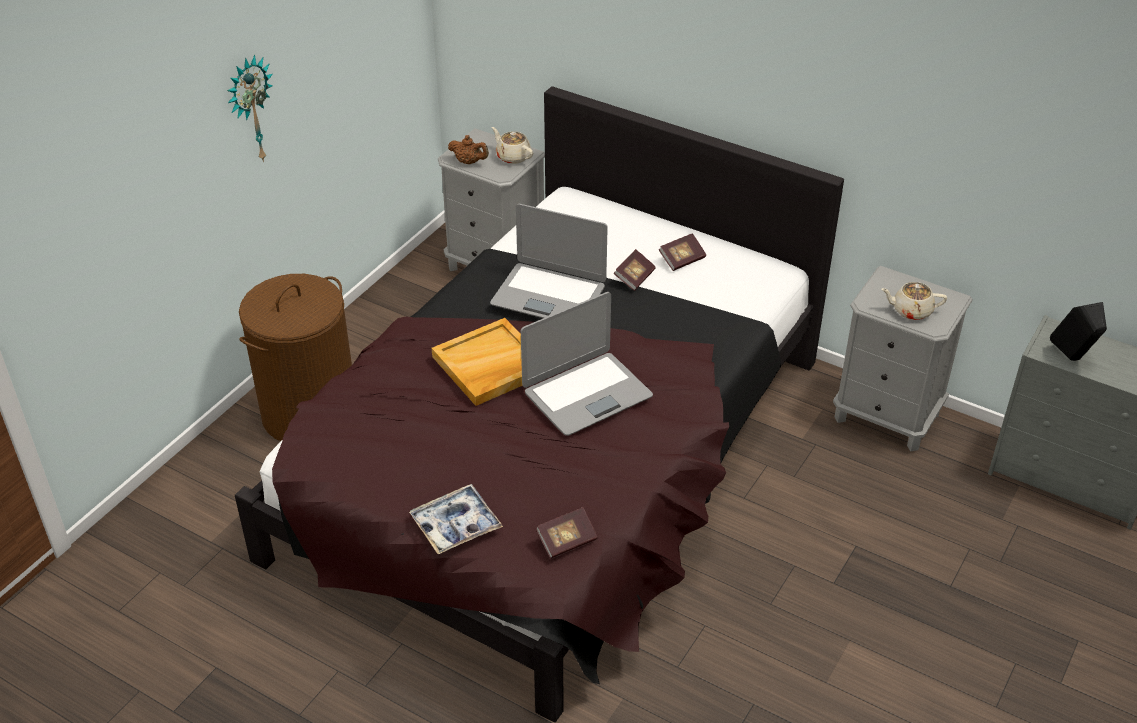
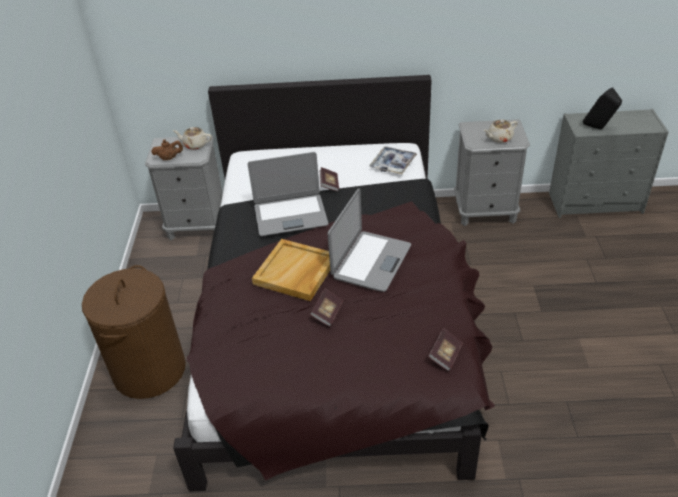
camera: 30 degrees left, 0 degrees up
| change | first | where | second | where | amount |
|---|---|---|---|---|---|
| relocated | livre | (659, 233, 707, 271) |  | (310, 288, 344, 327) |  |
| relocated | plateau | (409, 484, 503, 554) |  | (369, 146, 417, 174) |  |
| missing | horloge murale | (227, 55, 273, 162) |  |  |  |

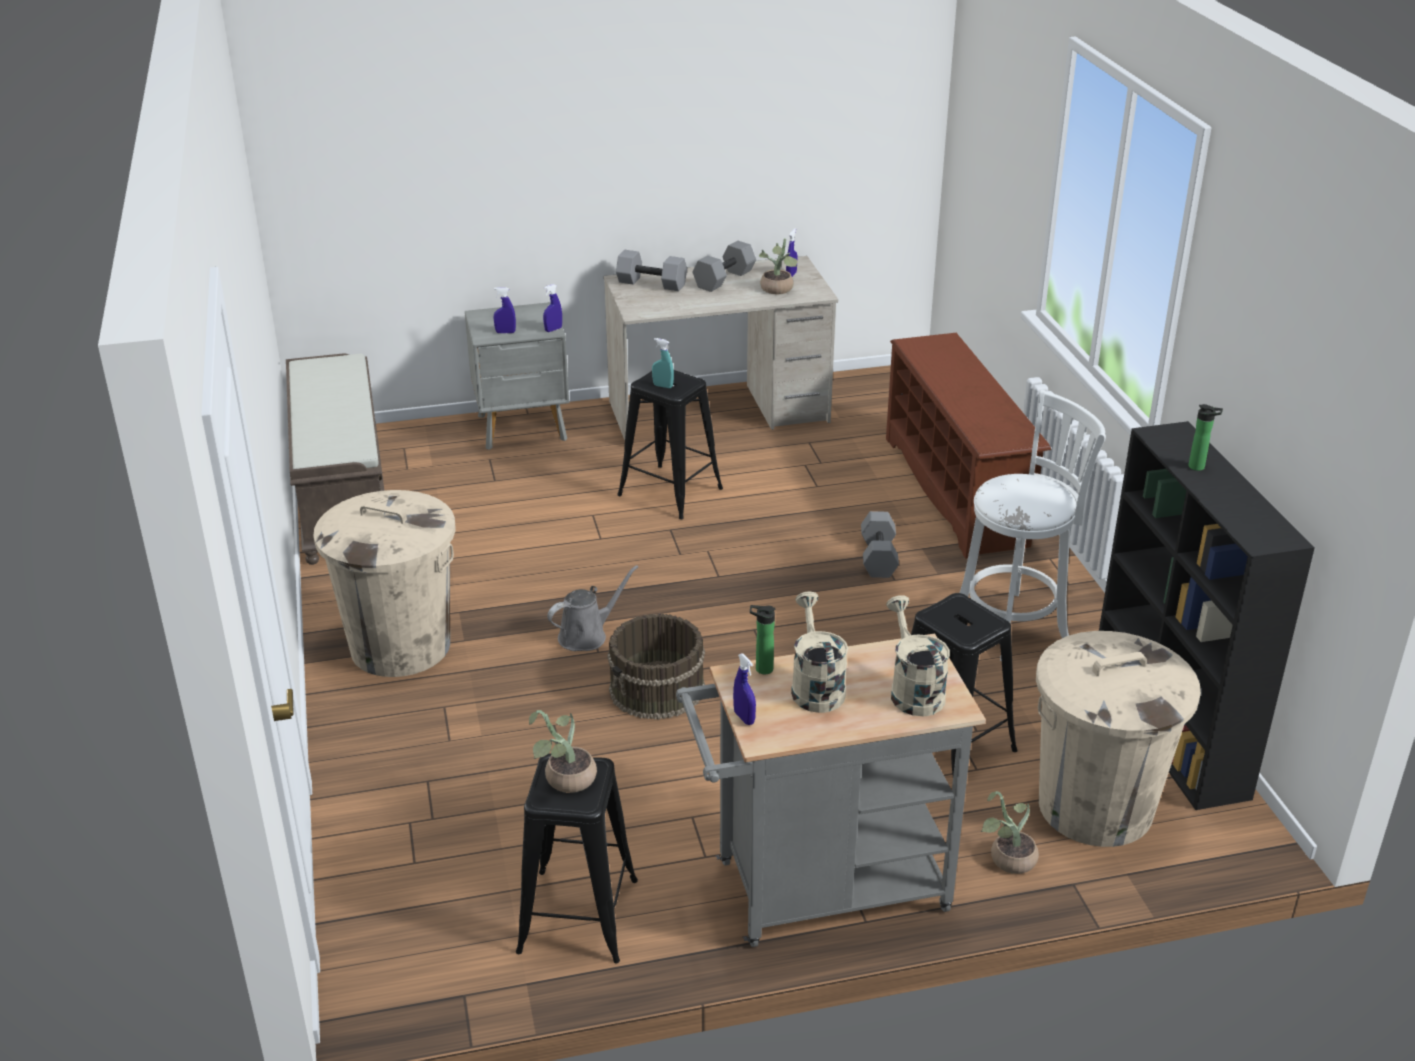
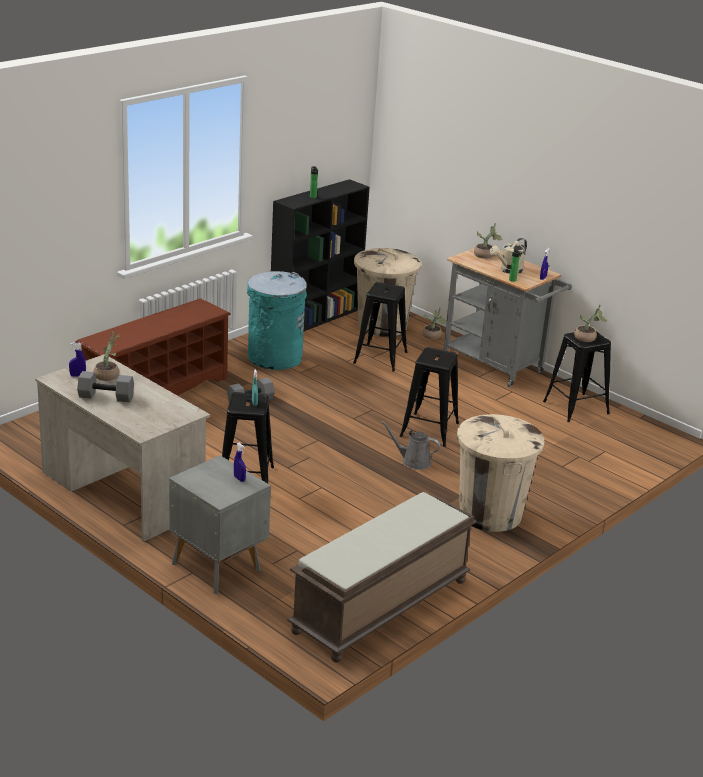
camera: 125 degrees left, 5 degrees down
| change | first | where | second | where | amount |
|---|---|---|---|---|---|
| exchanged | tabouret [blanc] | (960, 390, 1106, 661) | poubelle [turquoise] | (247, 271, 307, 370) |  |
| exchanged | seau [marron] | (607, 614, 705, 720) | tabouret [noir] | (400, 347, 459, 447) |  |
| exchanged | arrosoir [beige] | (886, 595, 950, 716) | plante en pot | (474, 223, 502, 259) |  |
| missing | vaporisateur [bleu] | (543, 284, 562, 332) |  |  |  |
| missing | haltère [gris] | (616, 250, 687, 291) |  |  |  |

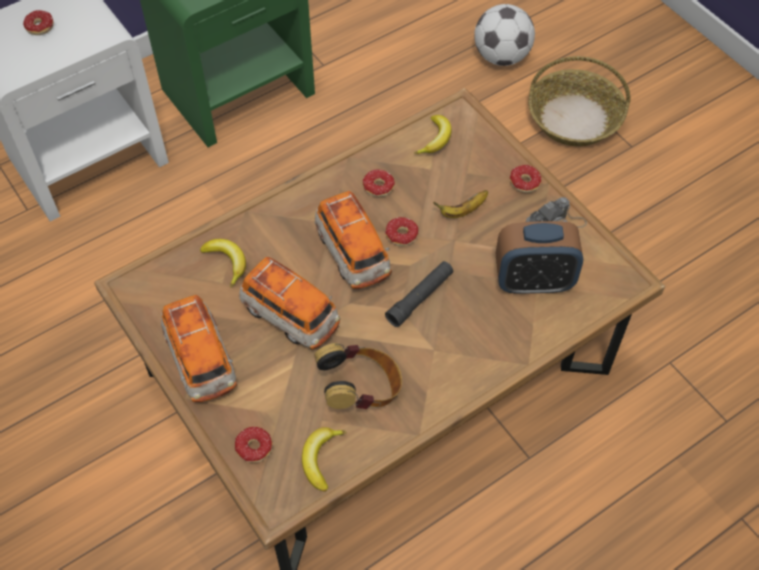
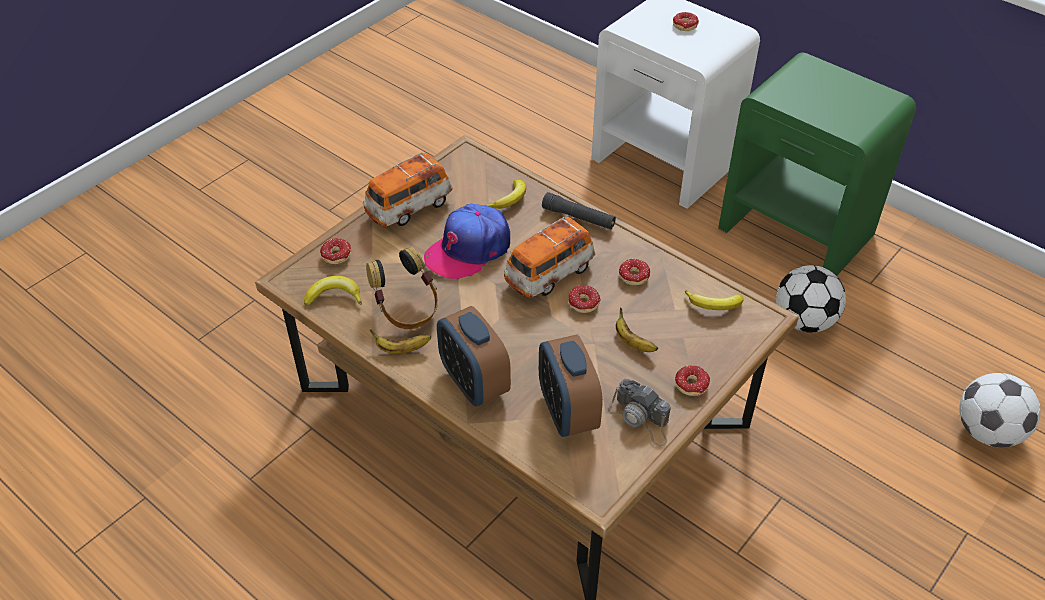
camera: 75 degrees right, 10 degrees down
| change | first | where | second | where | amount |
|---|---|---|---|---|---|
| appeared |  |  | banane | (370, 329, 431, 354) |  |
| exchanged | petite voiture | (239, 257, 340, 350) | casquette | (424, 204, 510, 281) |  |
| appeared |  |  | réveil | (437, 306, 511, 406) |  |
| relocated | lampe de poche [noir] | (385, 261, 454, 327) |  | (542, 192, 616, 229) |  |
| appeared |  |  | ballon de foot | (776, 265, 846, 333) |  |
| missing | panier | (528, 56, 630, 146) |  |  |  |

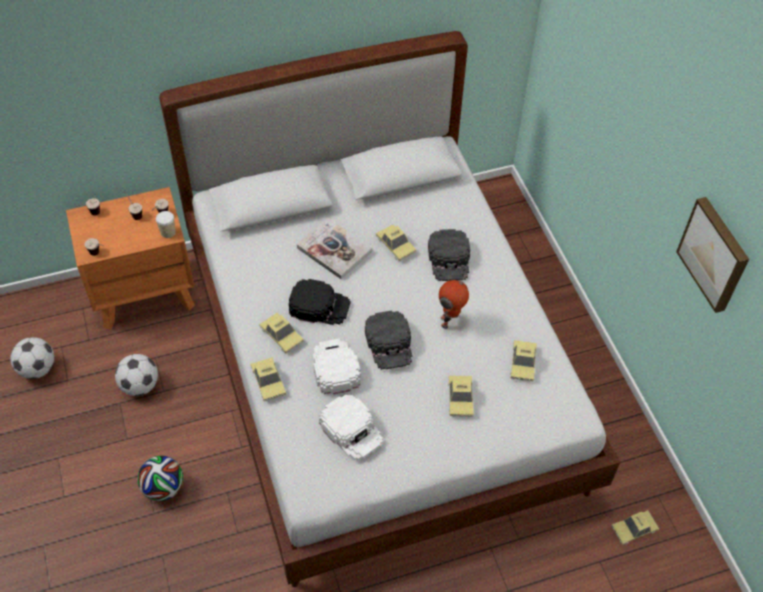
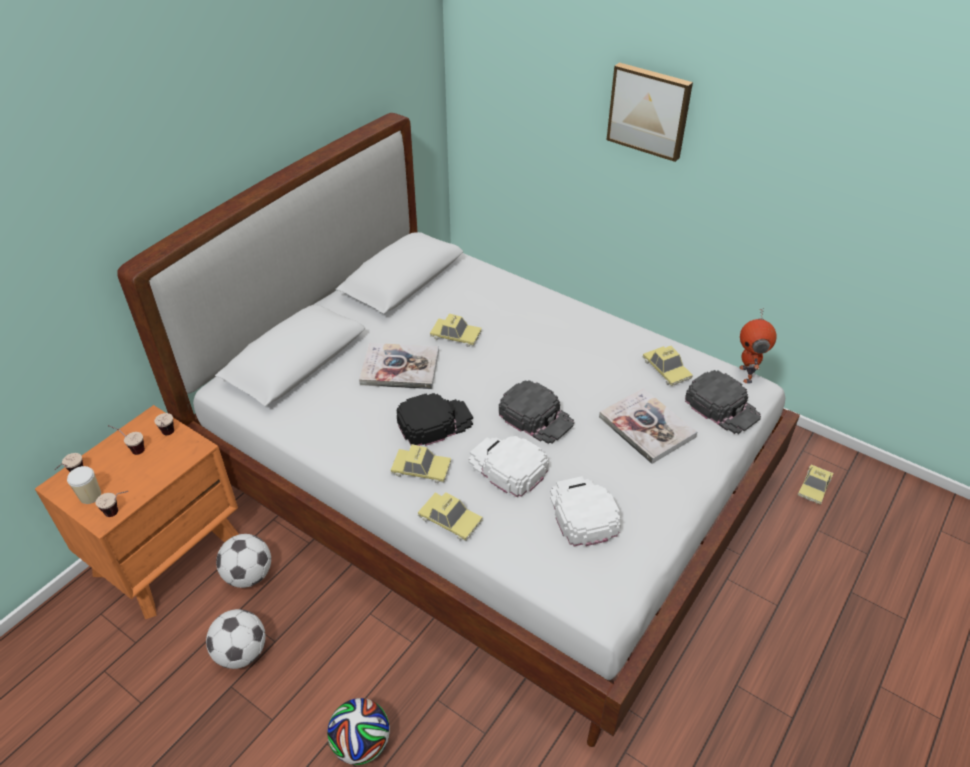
camera: 35 degrees left, 10 degrees down
| change | first | where | second | where | amount |
|---|---|---|---|---|---|
| relocated | tasse | (156, 211, 176, 238) |  | (67, 466, 101, 504) |  |
| relocated | ballon de foot | (10, 337, 54, 379) |  | (216, 534, 271, 588) |  |
| spun | casquette [blanc] | (319, 395, 383, 460) |  | (550, 476, 621, 546) | 120 degrees counterclockwise |
| exchanged | petite voiture | (448, 375, 474, 417) | livre | (599, 388, 697, 464) |  |
| relocated | tableau | (676, 197, 749, 313) |  | (607, 62, 693, 162) |  |
| relocated | casquette [noir] | (428, 229, 470, 281) |  | (685, 370, 761, 434) |  |
| relocated | robot jouet | (439, 275, 469, 329) |  | (739, 308, 777, 384) |  |

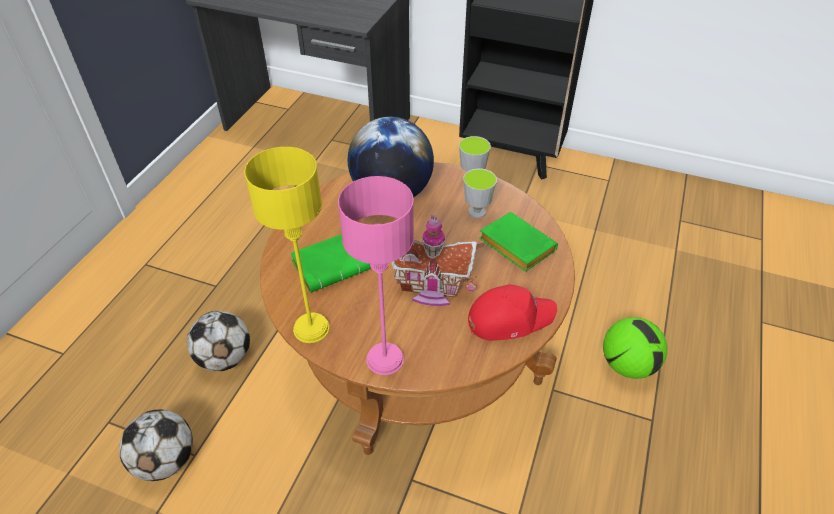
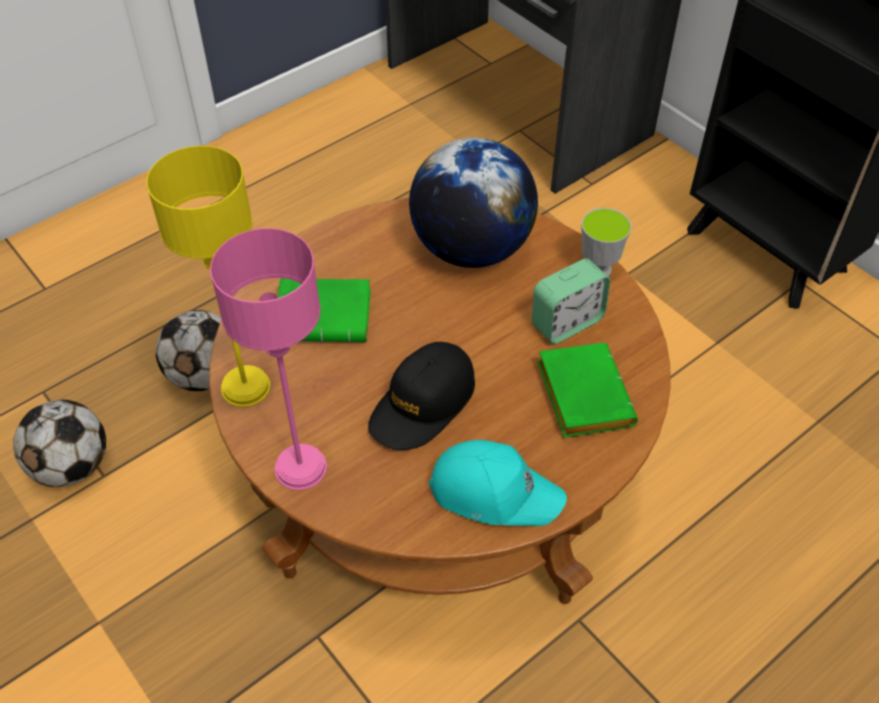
camera: 30 degrees right, 5 degrees up
| change | first | where | second | where | amount |
|---|---|---|---|---|---|
| exchanged | maison miniature | (391, 214, 484, 306) | casquette [noir] | (368, 342, 475, 450) |  |
| colour | casquette [rouge] | (468, 284, 557, 341) | casquette [turquoise] | (428, 440, 567, 526) |  |
| exchanged | tasse | (463, 168, 497, 218) | réveil | (532, 258, 610, 344) |  |
| missing | ballon de foot | (603, 317, 667, 379) |  |  |  |

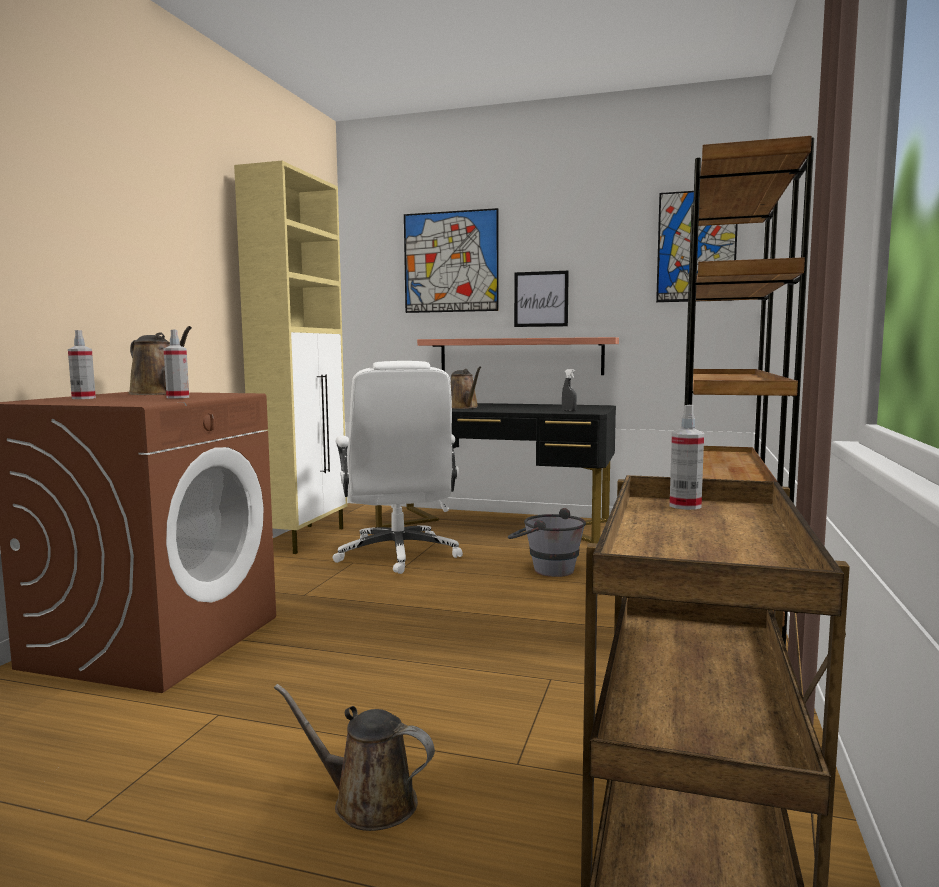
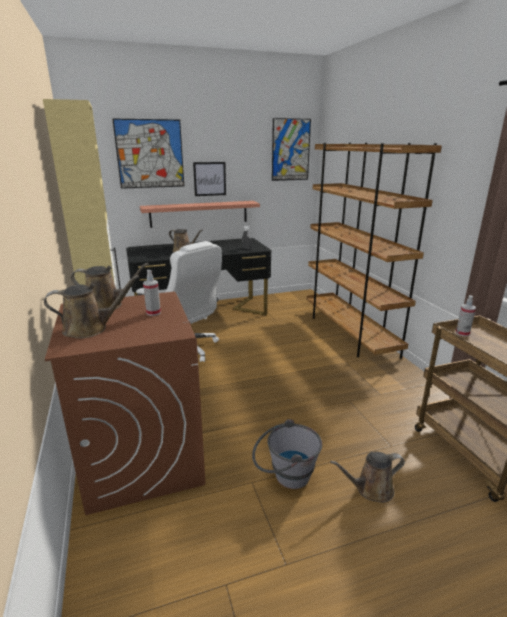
camera: 35 degrees left, 15 degrees up
| change | first | where | second | where | amount |
|---|---|---|---|---|---|
| exchanged | vaporisateur | (68, 330, 96, 399) | arrosoir [marron] | (44, 275, 139, 339) |  |
| relocated | seau [gris] | (508, 508, 586, 577) |  | (252, 419, 322, 489) |  |

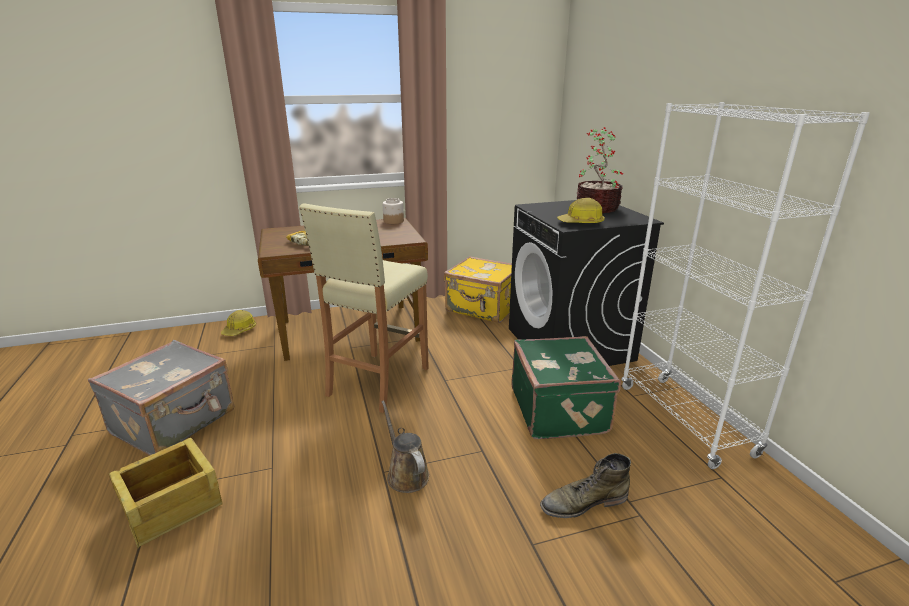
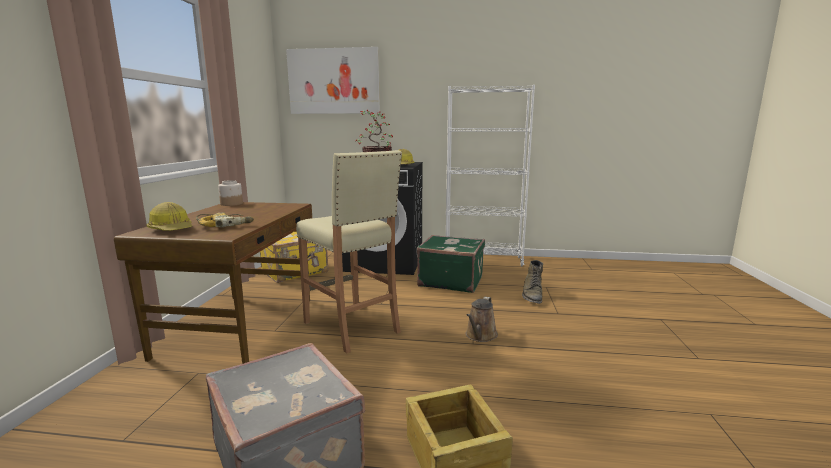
camera: 65 degrees left, 10 degrees down
| change | first | where | second | where | amount |
|---|---|---|---|---|---|
| relocated | casque de chantier | (221, 310, 256, 336) |  | (146, 202, 192, 231) |  |
| appeared |  |  | tableau | (286, 47, 380, 114) |  |
| spun | arrosoir [marron] | (382, 400, 429, 493) |  | (465, 297, 498, 342) | 60 degrees counterclockwise |

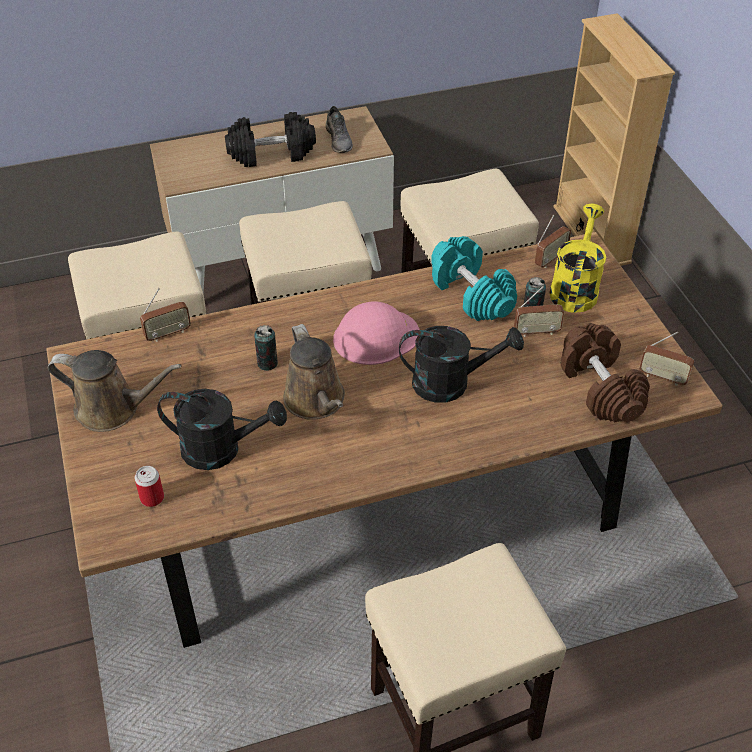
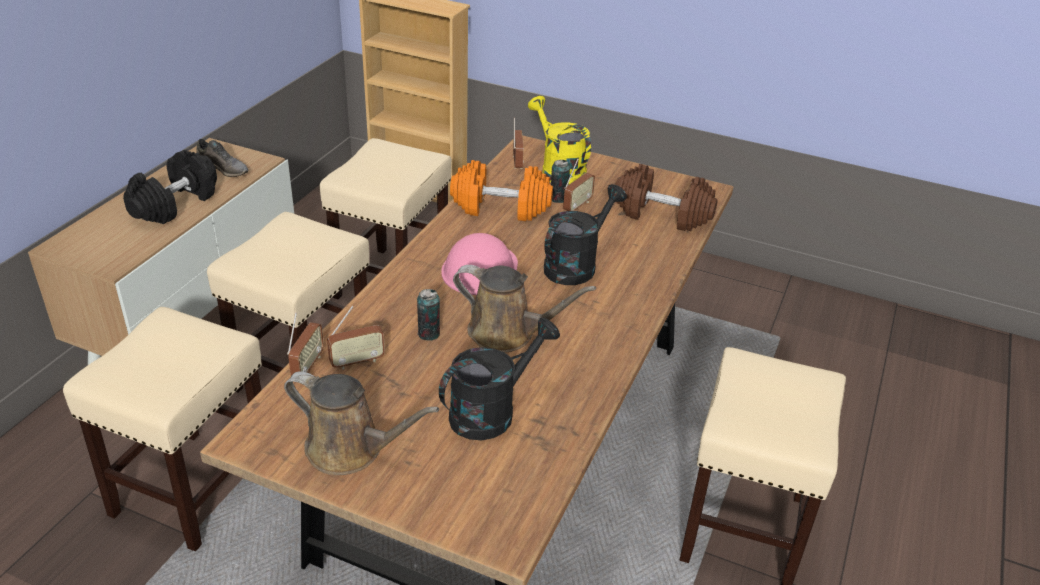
camera: 50 degrees left, 10 degrees down
| change | first | where | second | where | amount |
|---|---|---|---|---|---|
| spun | arrosoir [marron] | (48, 350, 181, 432) |  | (284, 372, 439, 475) | 60 degrees clockwise |
| relocated | radio | (639, 332, 694, 386) |  | (327, 305, 385, 370) |  |
| colour | haltère [turquoise] | (431, 236, 517, 321) | haltère [orange] | (450, 160, 553, 221) |  |
| missing | boîte métallique | (135, 466, 164, 507) |  |  |  |

